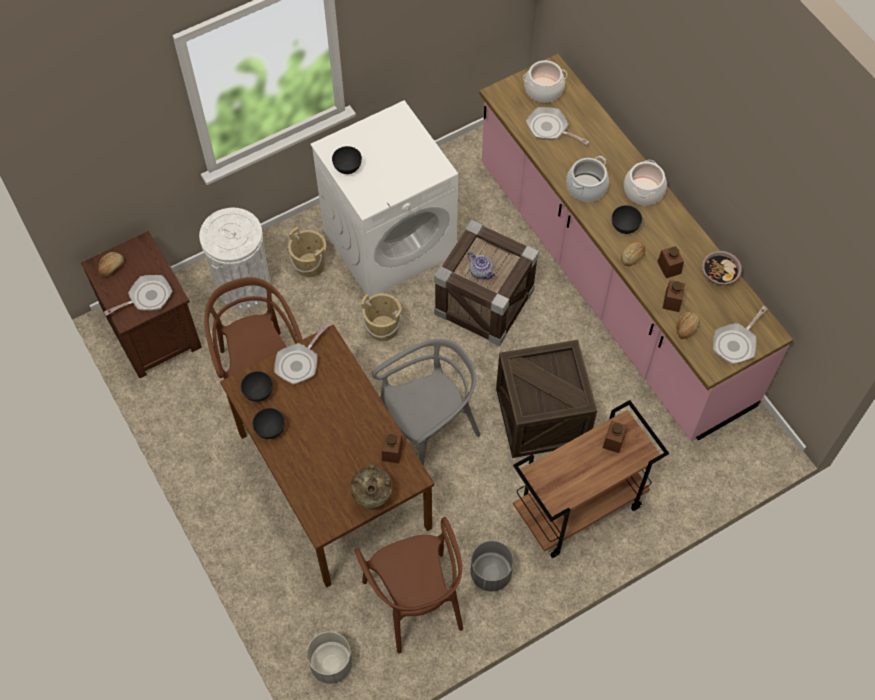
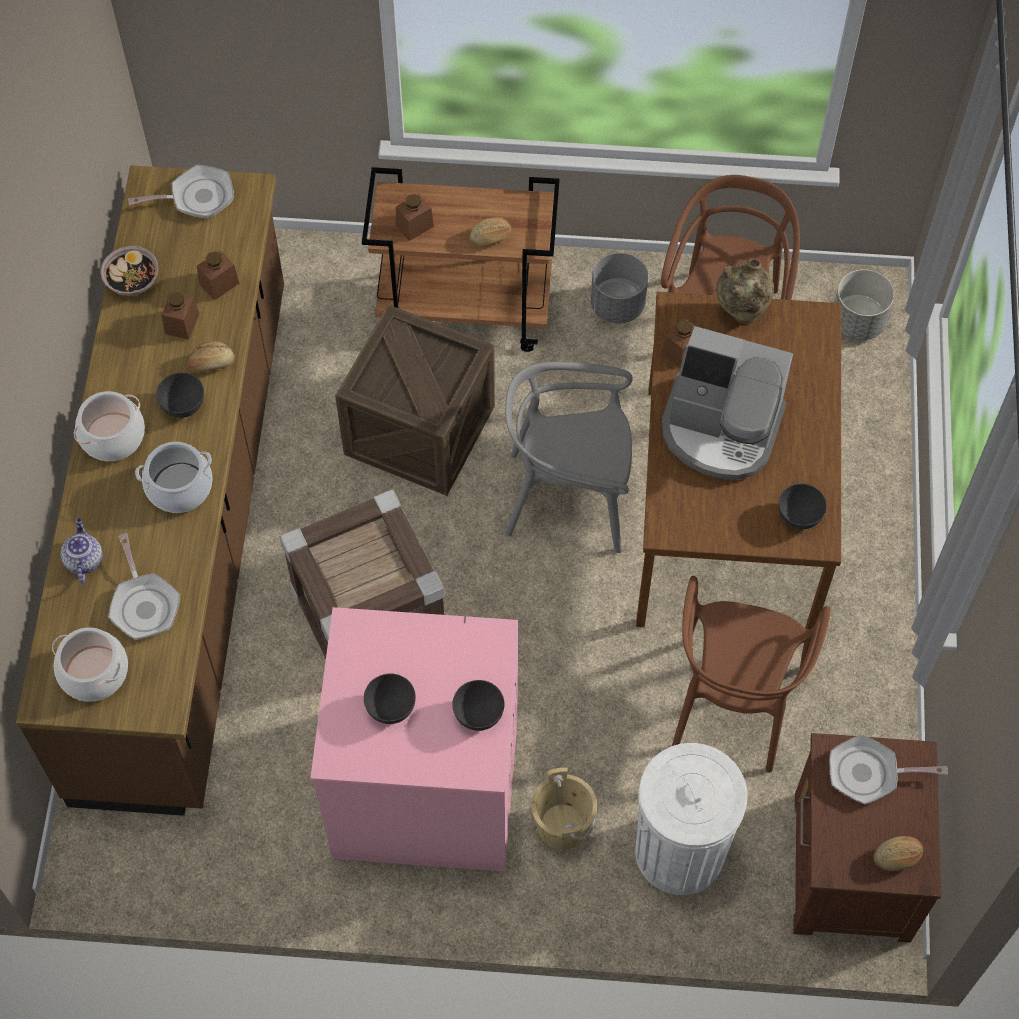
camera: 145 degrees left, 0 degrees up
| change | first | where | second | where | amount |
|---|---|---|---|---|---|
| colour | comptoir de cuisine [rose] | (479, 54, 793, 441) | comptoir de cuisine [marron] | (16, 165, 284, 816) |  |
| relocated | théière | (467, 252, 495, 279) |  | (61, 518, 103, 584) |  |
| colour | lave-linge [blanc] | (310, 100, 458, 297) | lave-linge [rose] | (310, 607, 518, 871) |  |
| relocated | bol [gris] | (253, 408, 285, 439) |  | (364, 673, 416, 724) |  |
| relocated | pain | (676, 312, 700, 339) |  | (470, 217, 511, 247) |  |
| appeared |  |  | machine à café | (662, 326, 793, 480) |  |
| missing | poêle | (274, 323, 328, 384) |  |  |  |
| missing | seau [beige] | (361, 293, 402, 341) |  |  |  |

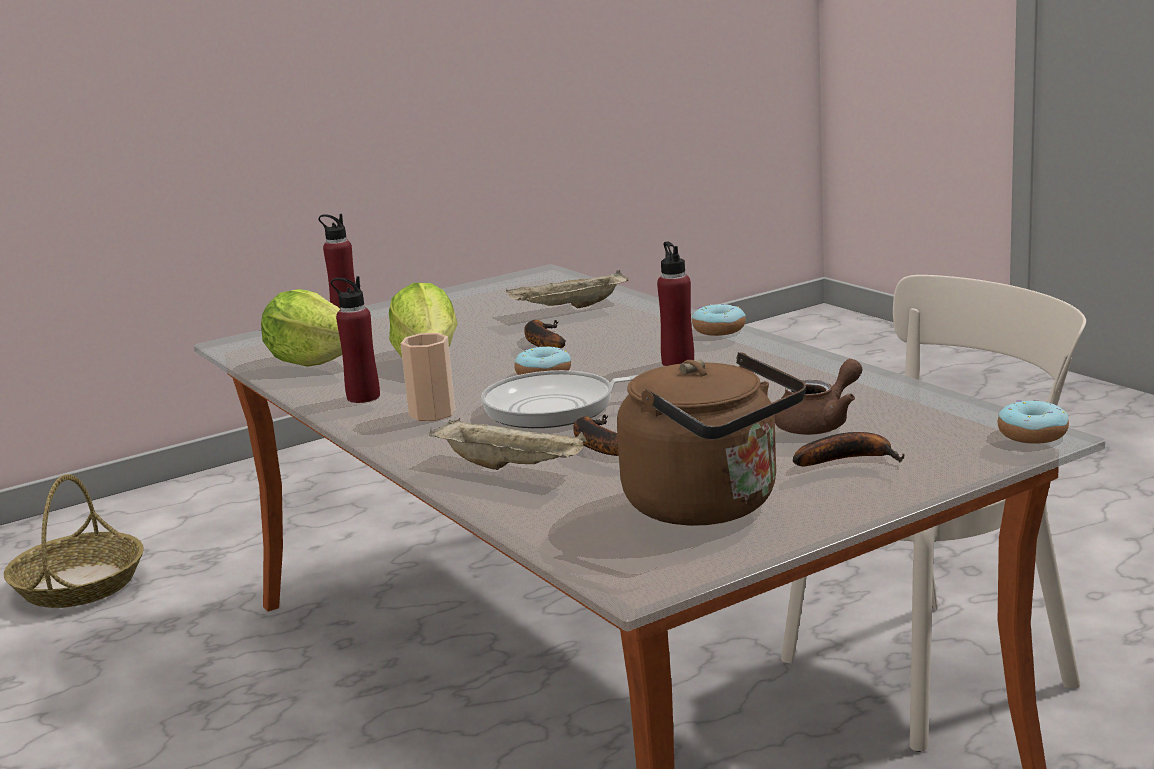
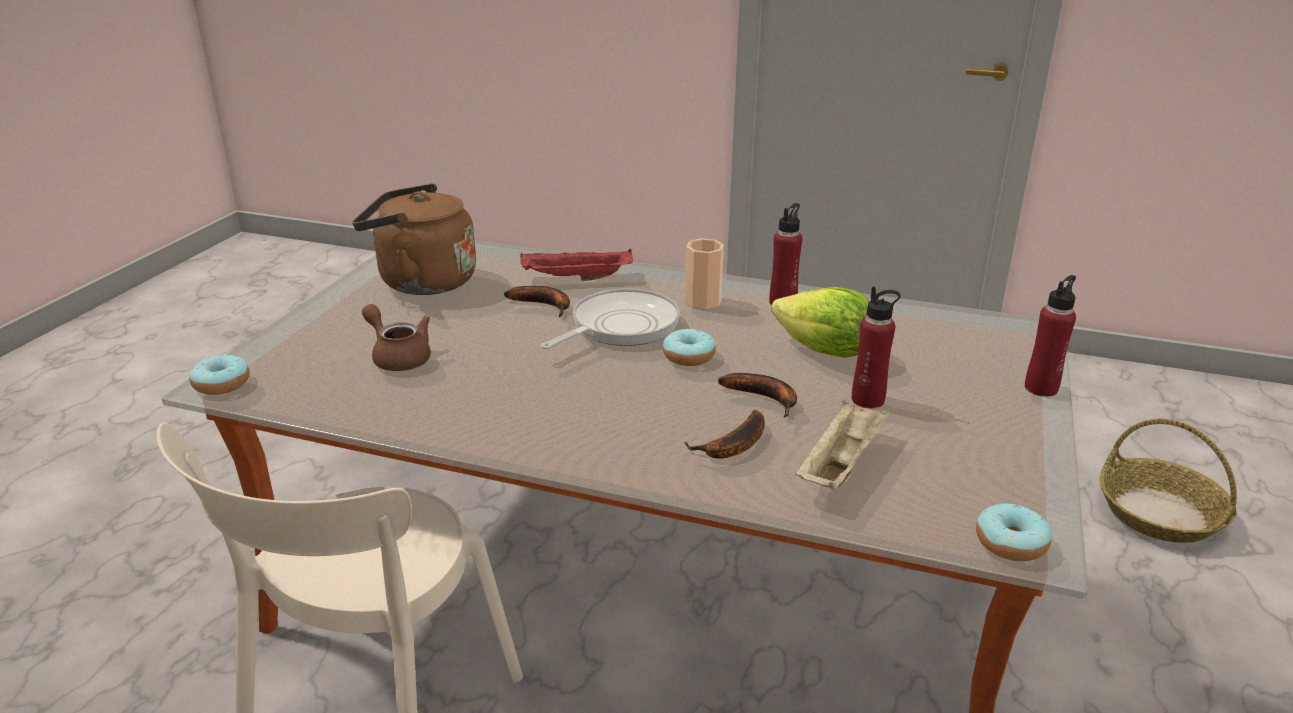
camera: 140 degrees right, 10 degrees up
| change | first | where | second | where | amount |
|---|---|---|---|---|---|
| spun | théière [marron] | (774, 359, 863, 435) |  | (362, 304, 431, 371) | 120 degrees clockwise |
| colour | plateau [beige] | (429, 418, 586, 470) | plateau [rouge] | (520, 249, 633, 281) |  |
| relocated | banane | (793, 432, 905, 467) |  | (685, 410, 765, 459) |  |
| relocated | bouteille [rouge] | (657, 241, 694, 366) |  | (852, 287, 901, 408) |  |
| relocated | beignet | (692, 304, 746, 336) |  | (976, 503, 1052, 561) |  |
| missing | laitue | (261, 289, 342, 367) |  |  |  |

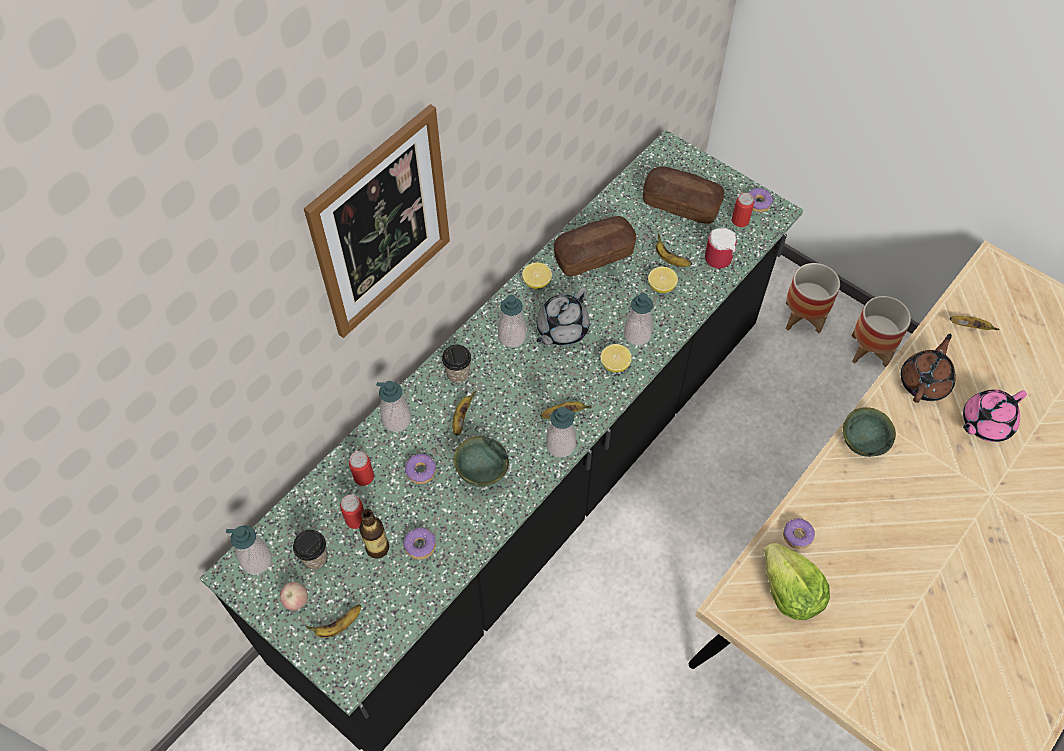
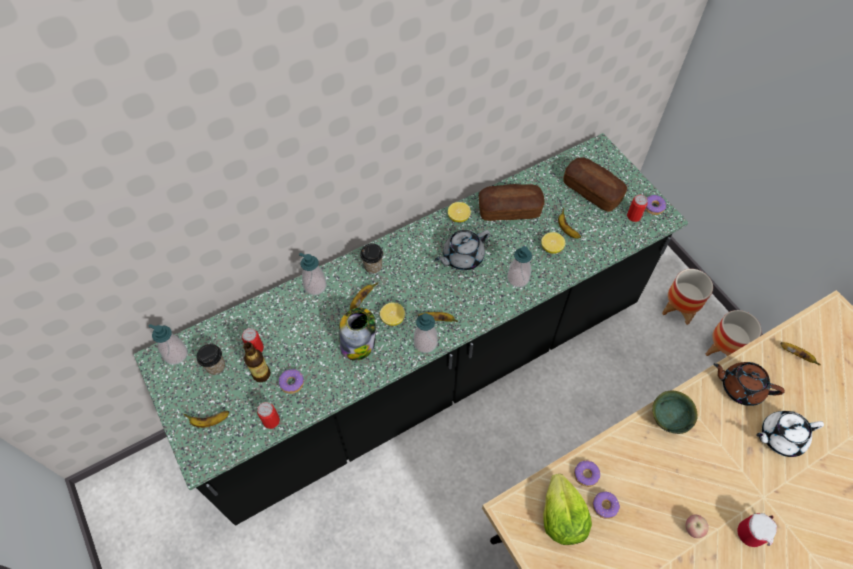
camera: 20 degrees right, 0 degrees up
| change | first | where | second | where | amount |
|---|---|---|---|---|---|
| relocated | boîte métallique | (349, 451, 374, 486) |  | (257, 402, 280, 429) |  |
| exchanged | bol [vert] | (454, 436, 509, 487) | bocal | (339, 308, 376, 361) |  |
| relocated | citron | (601, 344, 632, 372) |  | (380, 303, 405, 326) |  |
| relocated | beignet | (405, 454, 436, 484) |  | (593, 492, 620, 519) |  |
| relocated | pomme | (280, 582, 308, 611) |  | (685, 515, 709, 538) |  |
| spun | théière [marron] | (900, 334, 956, 403) |  | (713, 362, 785, 406) | 120 degrees counterclockwise |
| relocated | mug | (705, 228, 737, 269) |  | (738, 513, 777, 547) |  |
| colour | théière [rose] | (963, 389, 1027, 442) | théière [blanc] | (756, 411, 824, 457) |  |
| missing | tableau | (304, 104, 450, 338) |  |  |  |
| missing | distributeur de savon | (498, 295, 527, 348) |  |  |  |

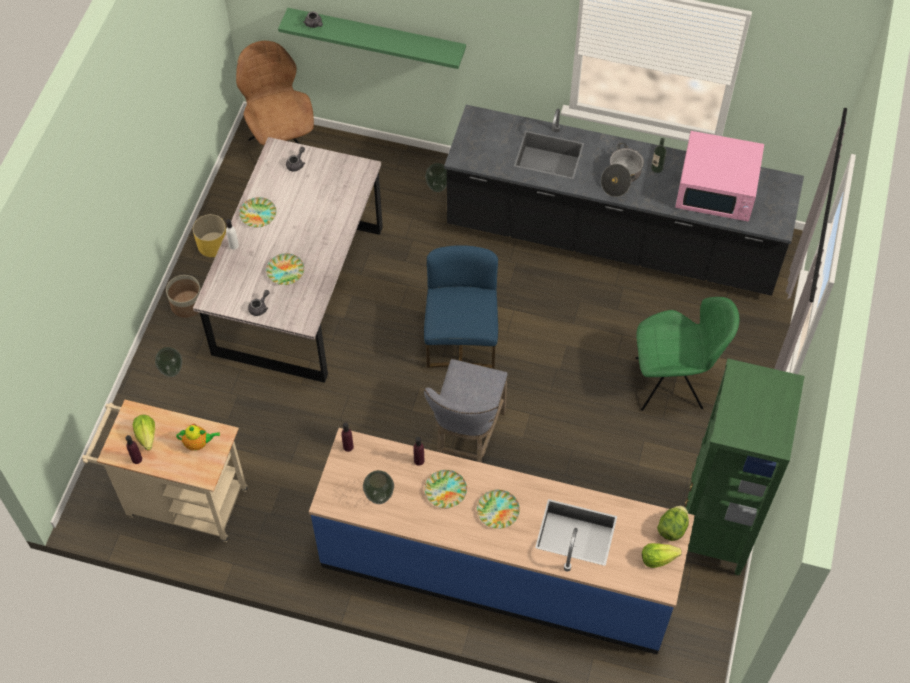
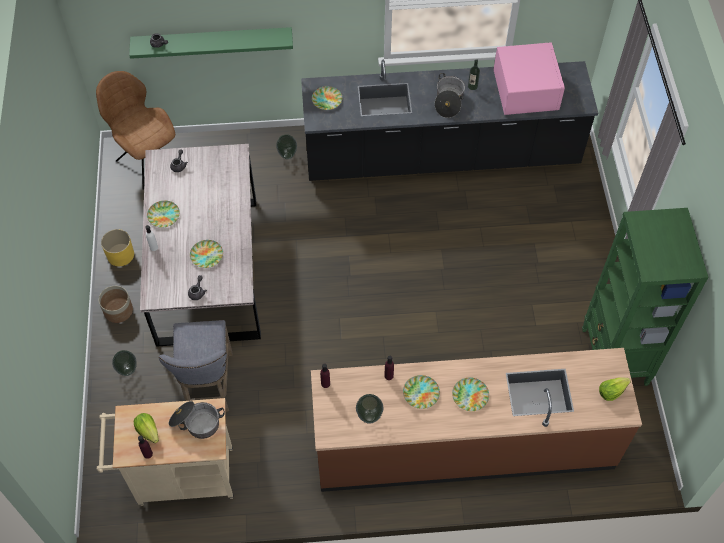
camera: 20 degrees left, 0 degrees up
| change | first | where | second | where | amount |
|---|---|---|---|---|---|
| relocated | tabouret [gris] | (424, 359, 508, 463) |  | (159, 320, 232, 412) |  |
| exchanged | théière | (176, 424, 220, 451) | marmite | (169, 401, 225, 439) |  |
| colour | comptoir de cuisine [bleu] | (309, 428, 695, 654) | comptoir de cuisine [marron] | (311, 348, 642, 492) |  |
| appeared |  |  | assiette | (312, 86, 343, 110) |  |
| spun | micro-ondes [rose] | (675, 131, 764, 221) |  | (493, 42, 565, 115) | 90 degrees counterclockwise |
| missing | chaise [bleu] | (424, 245, 498, 369) |  |  |  |
| missing | chaise [vert] | (635, 297, 739, 411) |  |  |  |
| missing | laitue | (657, 506, 689, 541) |  |  |  |

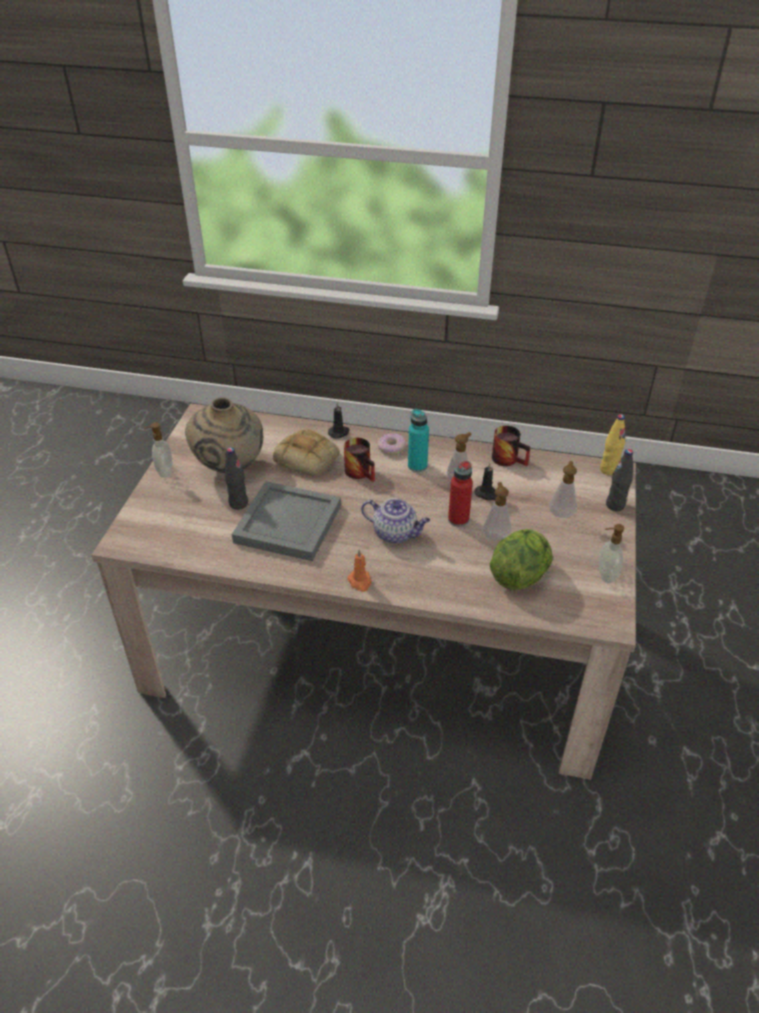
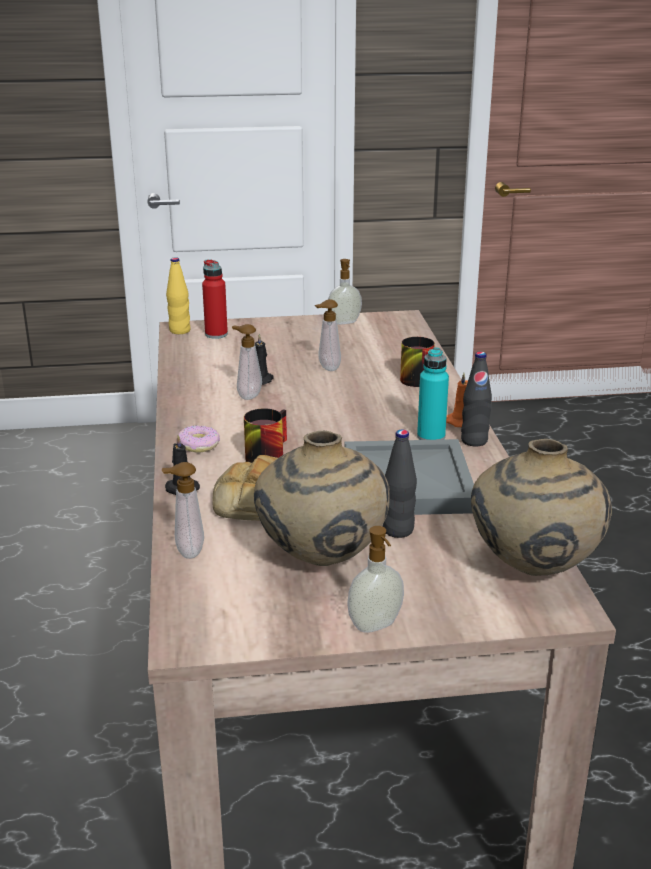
camera: 110 degrees left, 15 degrees down
| change | first | where | second | where | amount |
|---|---|---|---|---|---|
| relocated | distributeur de savon | (549, 461, 577, 518) |  | (162, 462, 204, 559) |  |
| relocated | bouteille [rouge] | (448, 461, 473, 527) |  | (202, 259, 228, 339) |  |
| relocated | mug | (492, 426, 531, 466) |  | (400, 337, 435, 387) |  |
| relocated | bouteille [turquoise] | (408, 409, 429, 472) |  | (417, 347, 449, 440) |  |
| relocated | bouteille [noir] | (606, 449, 633, 511) |  | (461, 352, 492, 447) |  |
| appeared |  |  | vase [beige] | (471, 439, 612, 576) |  |
| missing | théière | (361, 498, 430, 544) |  |  |  |
| missing | laitue | (490, 529, 552, 590) |  |  |  |

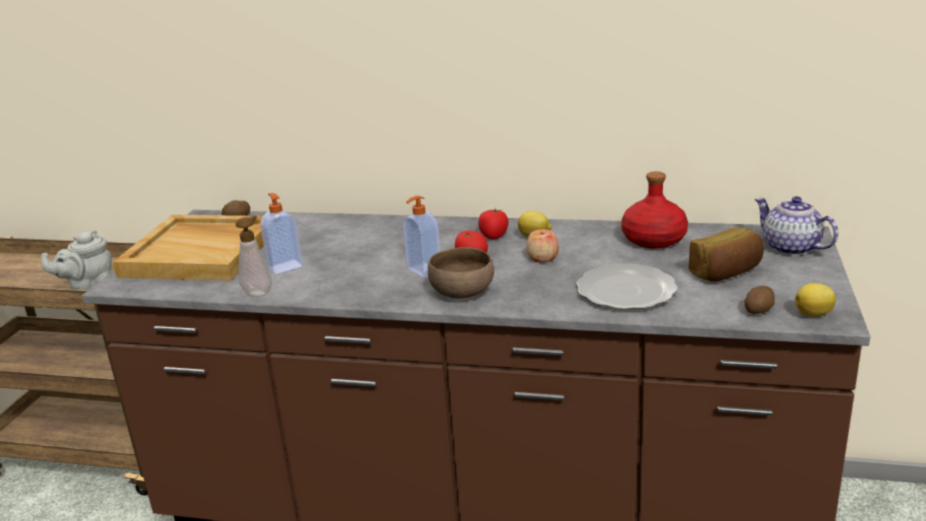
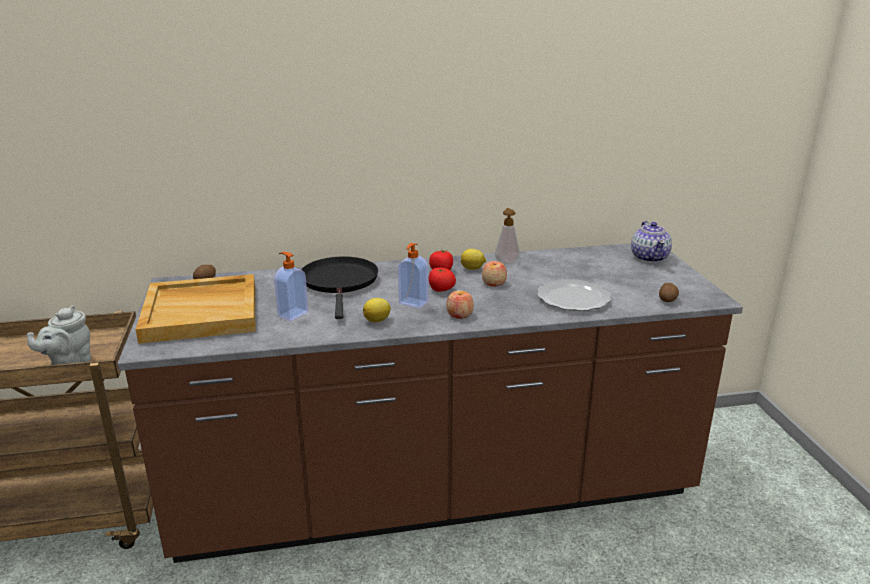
camera: 25 degrees left, 0 degrees up
| change | first | where | second | where | amount |
|---|---|---|---|---|---|
| appeared |  |  | poêle [noir] | (301, 256, 378, 319) |  |
| relocated | citron | (795, 283, 836, 317) |  | (363, 298, 391, 322) |  |
| exchanged | bol [marron] | (428, 247, 494, 299) | pomme | (446, 290, 474, 319) |  |
| relocated | distributeur de savon | (236, 215, 272, 296) |  | (495, 208, 520, 265) |  |
| spun | théière | (755, 196, 839, 256) |  | (631, 221, 672, 263) | 120 degrees counterclockwise |
| missing | bouteille [rouge] | (621, 171, 688, 249) |  |  |  |
| missing | pain | (688, 228, 764, 281) |  |  |  |

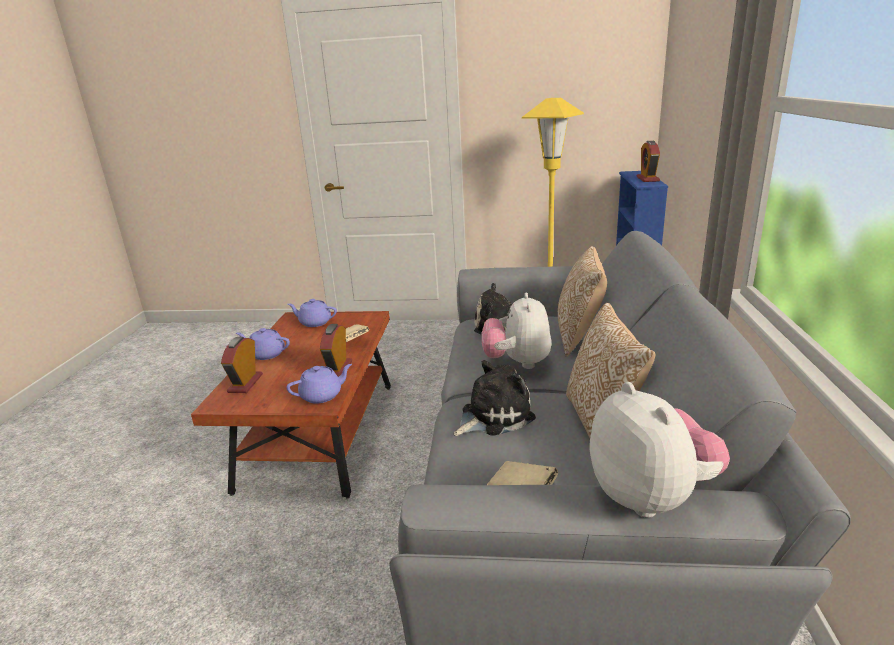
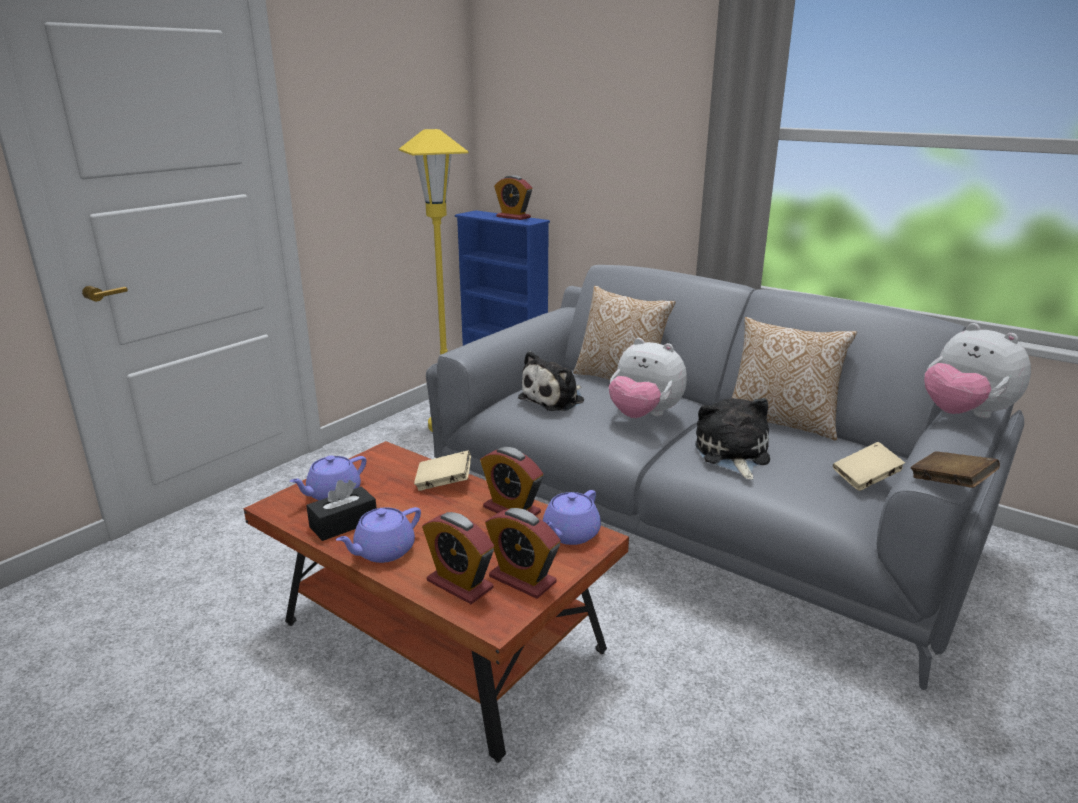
camera: 60 degrees left, 0 degrees up
| change | first | where | second | where | amount |
|---|---|---|---|---|---|
| appeared |  |  | boîte à mouchoirs [noir] | (306, 480, 377, 541) |  |
| appeared |  |  | réveil | (485, 508, 560, 599) |  |
| spun | théière [violet] | (286, 364, 352, 404) |  | (543, 490, 601, 545) | 150 degrees counterclockwise |
| appeared |  |  | livre [marron] | (910, 451, 1000, 488) |  |
| spun | peluche | (589, 382, 730, 518) |  | (924, 323, 1031, 418) | 135 degrees counterclockwise |

